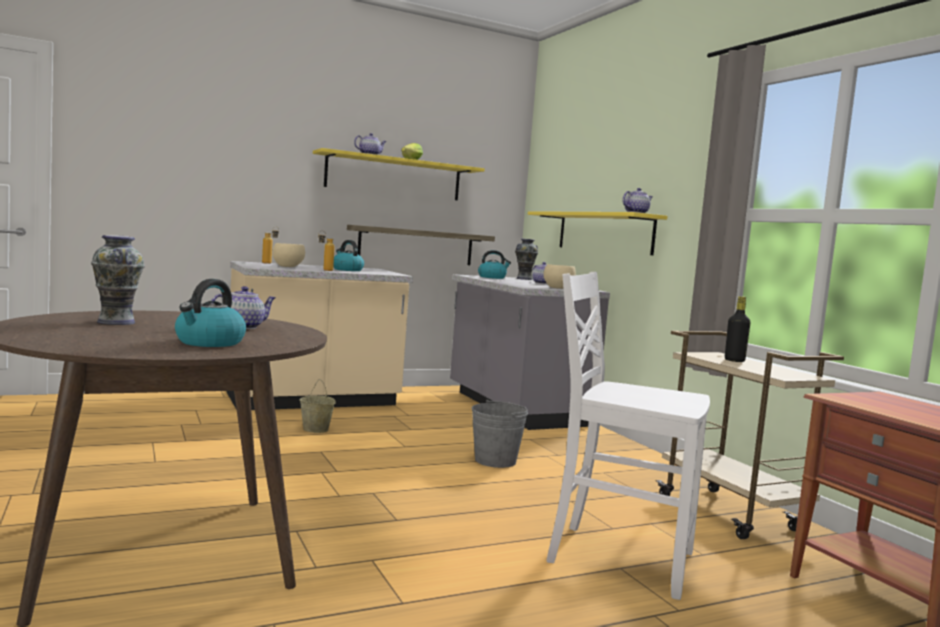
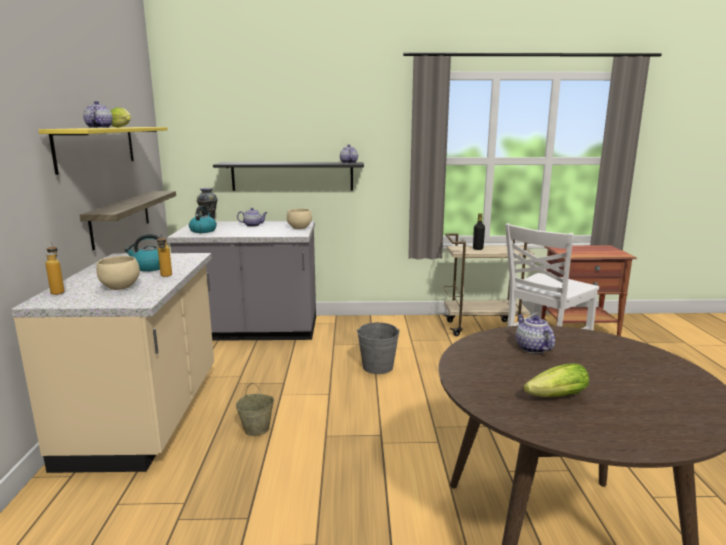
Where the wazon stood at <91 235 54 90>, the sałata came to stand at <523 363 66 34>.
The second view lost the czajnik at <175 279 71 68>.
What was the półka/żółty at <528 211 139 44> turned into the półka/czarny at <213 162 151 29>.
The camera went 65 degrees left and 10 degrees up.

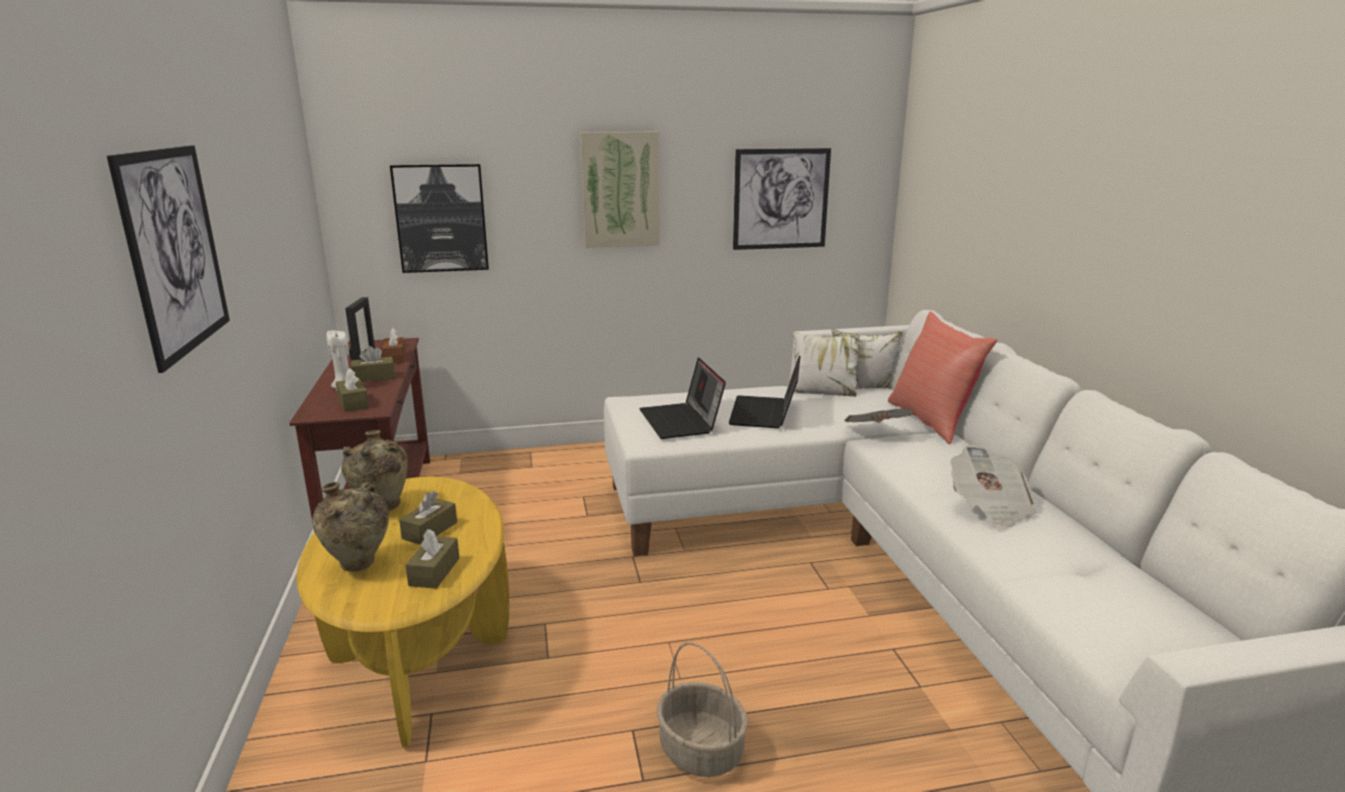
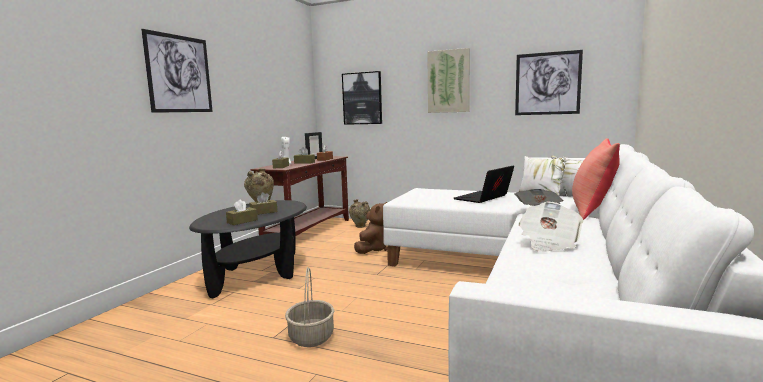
What was the ława/żółty at <296 477 213 270> turned into the ława/czarny at <189 200 118 98>.
The wazon/beżowy ended up elsewhere, having gone from <312 482 77 90> to <349 199 21 29>.
The second view lost the laptop at <639 358 87 81>.
The second view gained the pluszak/brązowy at <354 202 33 52>.
The camera went 35 degrees right and 10 degrees down.

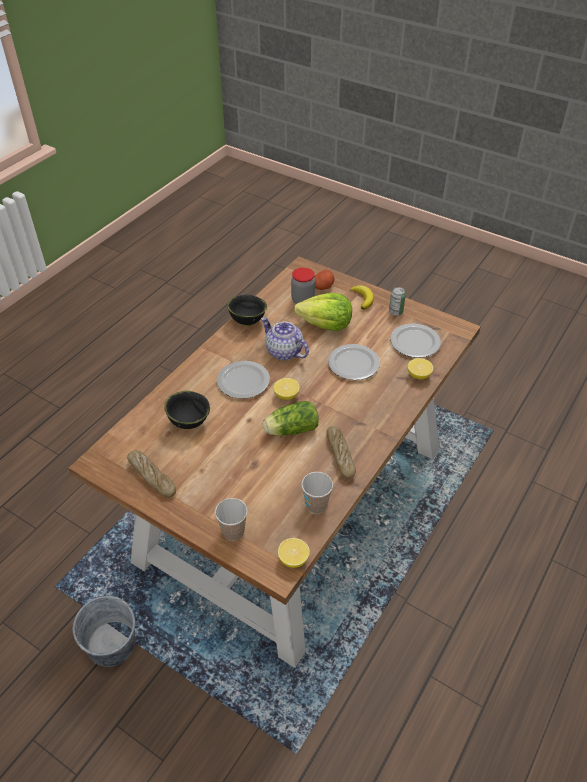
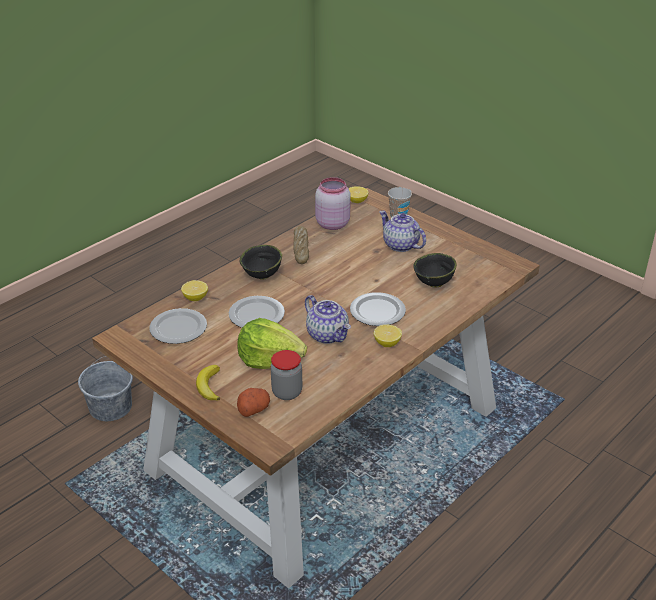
The wiadro/szary ended up elsewhere, having gone from <72 596 63 71> to <78 356 55 65>.
The second view lost the chleb at <127 450 49 48>.
The miska/czarny ended up elsewhere, having gone from <227 295 40 31> to <240 245 42 34>.
The second view lost the sałata at <263 401 56 35>.
The cytryna ended up elsewhere, having gone from <274 378 26 22> to <374 325 28 22>.
Where the filiżanka stood at <301 472 32 42>, the słoik/różowy came to stand at <315 177 36 53>.
The second view lost the puszka at <389 287 17 29>.
The second view gained the imbryk at <379 211 47 41>.
The camera went 170 degrees left and 10 degrees down.

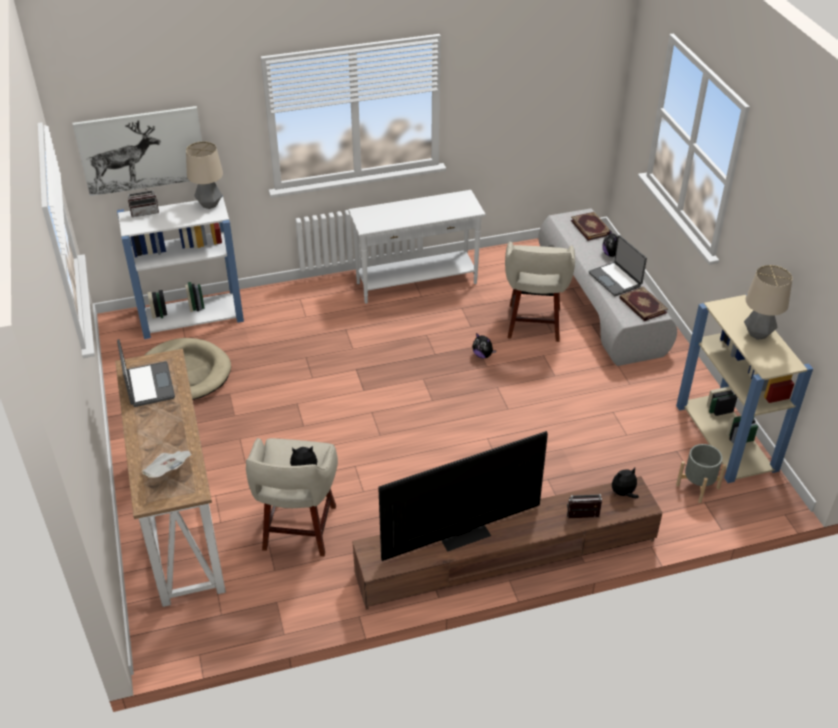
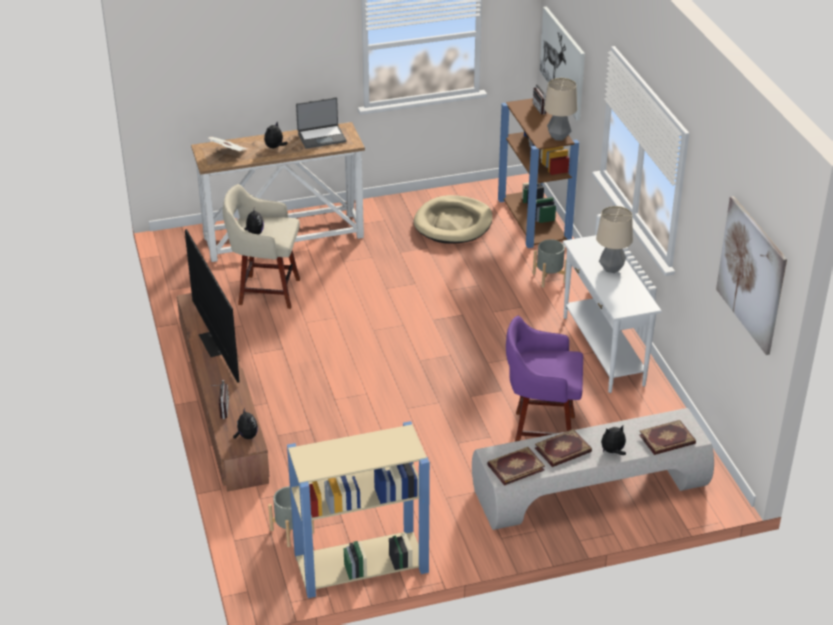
What was the regał/biały at <117 195 127 144> turned into the regał/brązowy at <498 98 81 150>.
The pluszak ended up elsewhere, having gone from <472 333 25 25> to <264 122 24 26>.
What was the stołek/beżowy at <505 241 70 101> turned into the stołek/fioletowy at <506 316 77 126>.
Where the laptop stood at <588 235 59 61>, the książka came to stand at <535 429 57 38>.
The lampa stołowa ended up elsewhere, having gone from <744 265 49 75> to <596 206 37 67>.
The second view gained the donica/szary at <533 239 33 49>.
The second view gained the obraz at <716 196 71 159>.
The camera went 90 degrees right and 5 degrees down.

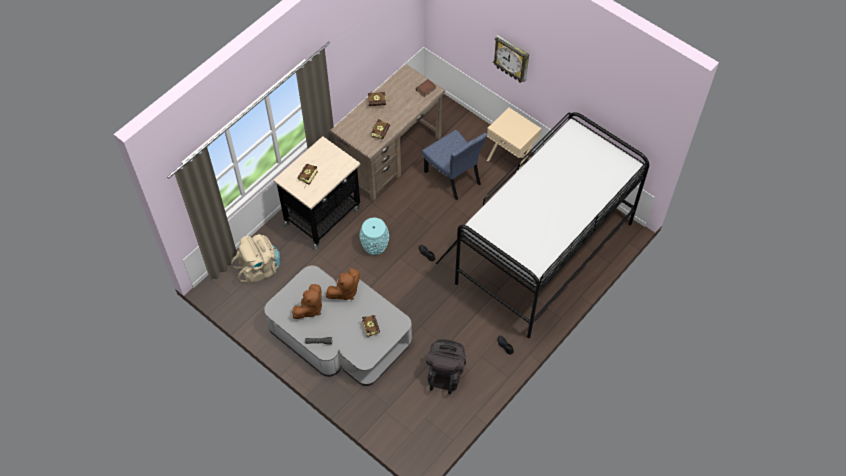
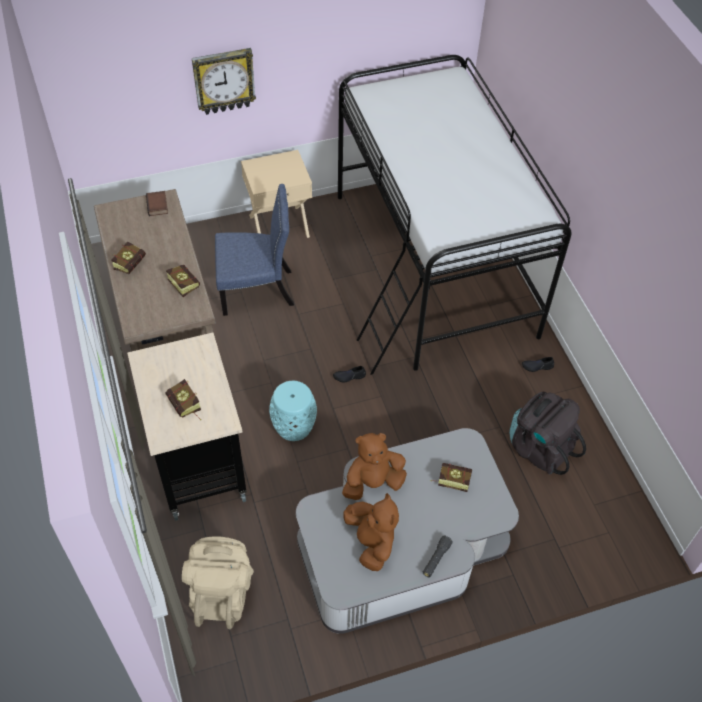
The pluszak/brązowy at <326 268 34 32> ended up facing another way, 105 degrees counterclockwise from before.
The camera went 60 degrees left and 5 degrees down.

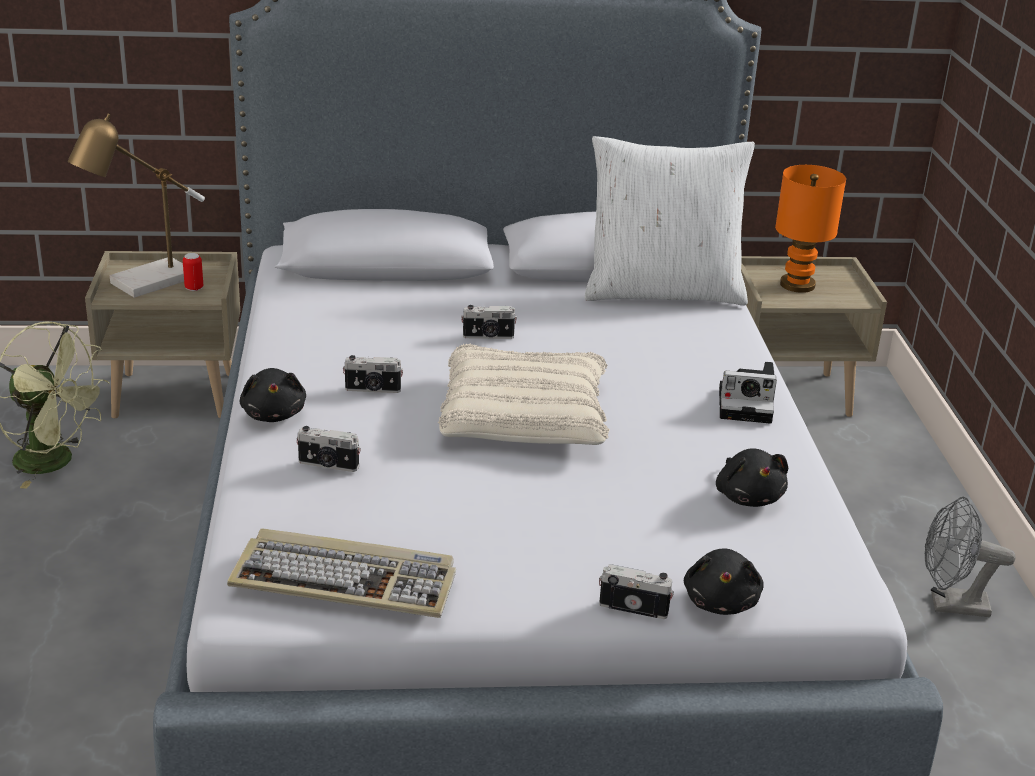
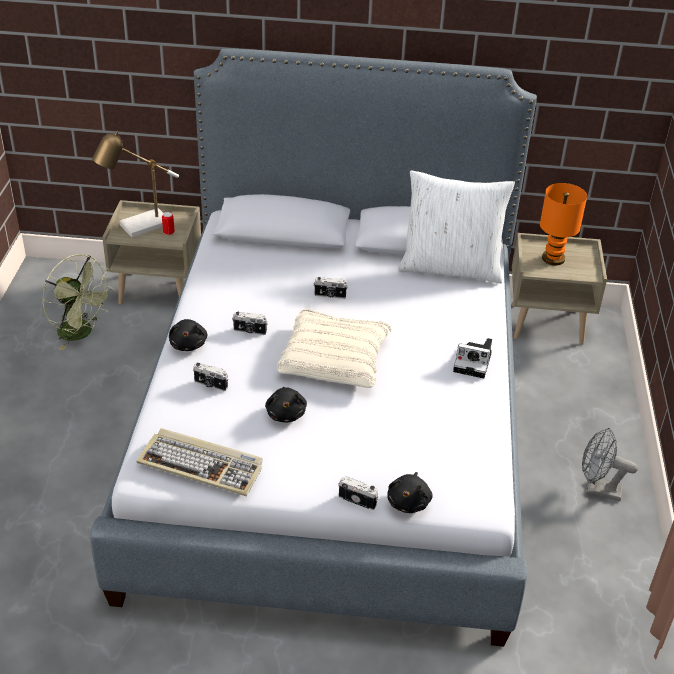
The pluszak/czarny ended up elsewhere, having gone from <716 448 72 59> to <265 387 42 35>.
The camera went 10 degrees right and 10 degrees up.

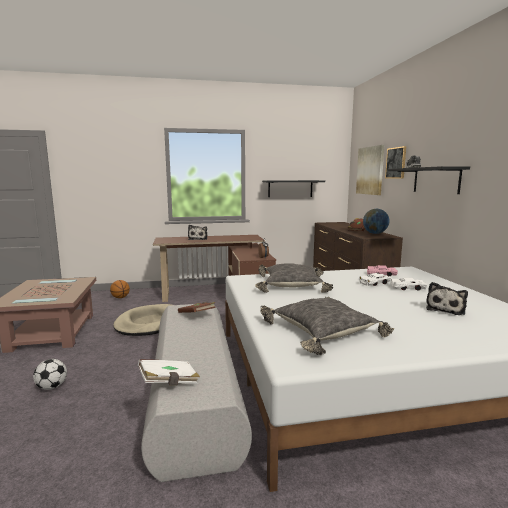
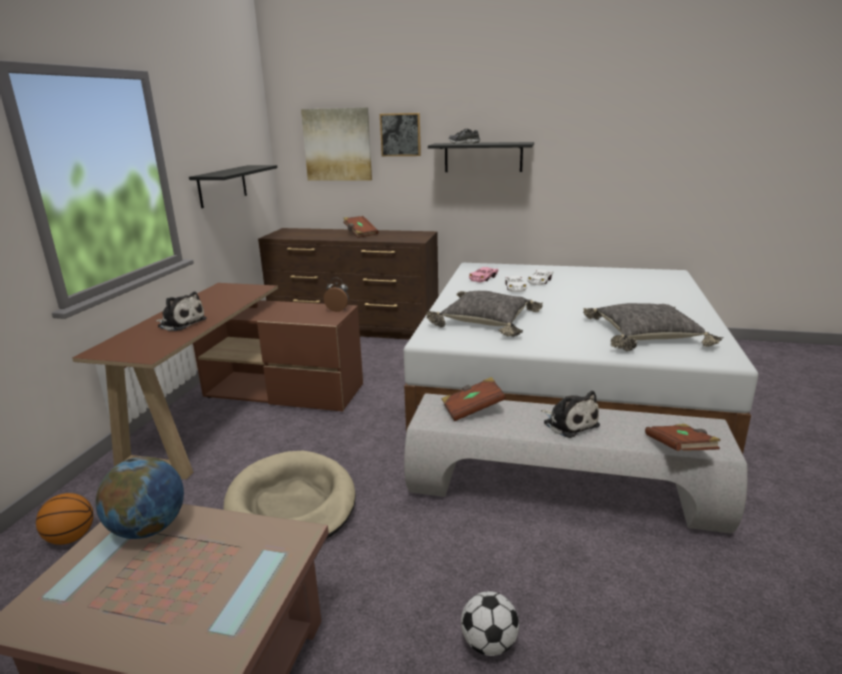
What was the książka/biały at <138 359 62 26> turned into the książka/brązowy at <645 424 76 27>.
The globus ended up elsewhere, having gone from <363 209 26 25> to <95 456 89 83>.
The pluszak ended up elsewhere, having gone from <426 282 42 33> to <541 391 59 47>.
The camera went 65 degrees left and 10 degrees up.

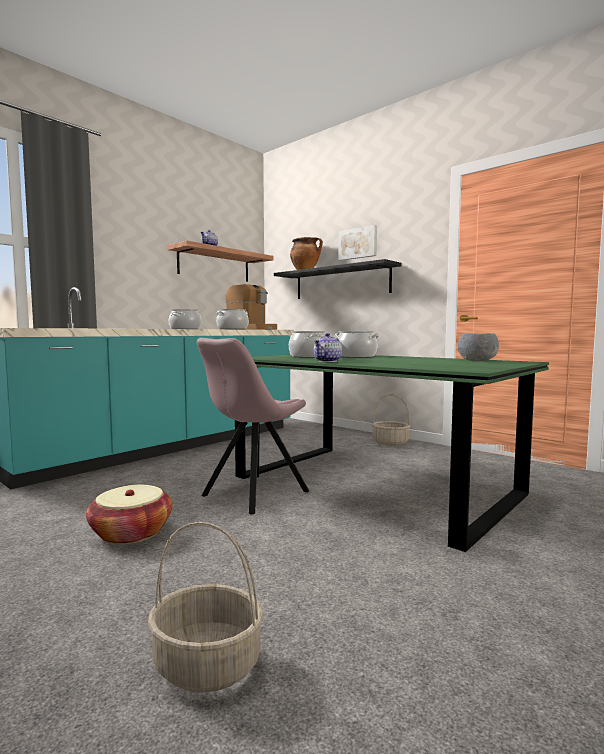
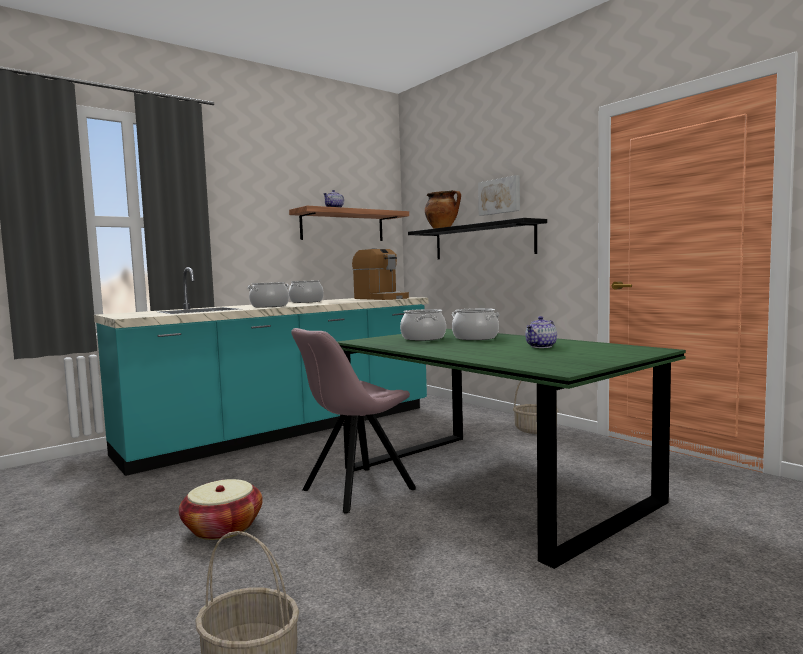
The garnek ended up elsewhere, having gone from <216 309 33 20> to <247 282 42 26>.
The imbryk ended up elsewhere, having gone from <314 333 28 29> to <525 316 32 32>.
The second view lost the miska/szary at <458 333 41 28>.
The camera went 10 degrees right and 0 degrees up.

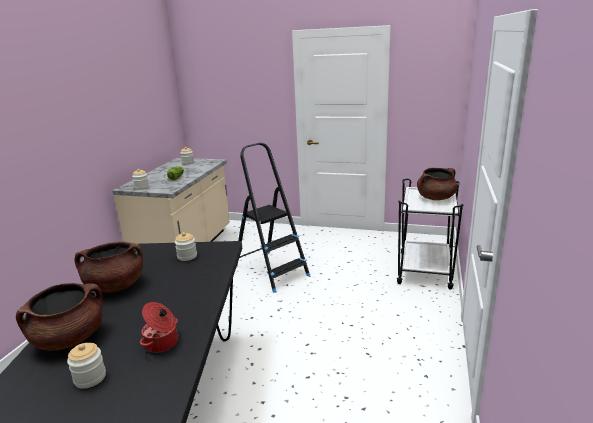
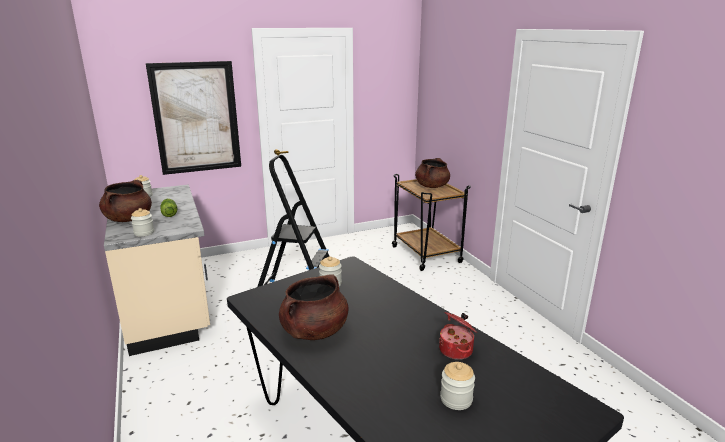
The garnek/brązowy ended up elsewhere, having gone from <16 283 86 68> to <99 180 53 42>.
What was the wózek/biały at <397 179 67 111> turned into the wózek/brązowy at <392 174 79 97>.
The second view gained the obraz at <146 61 95 114>.
The camera went 40 degrees left and 0 degrees up.

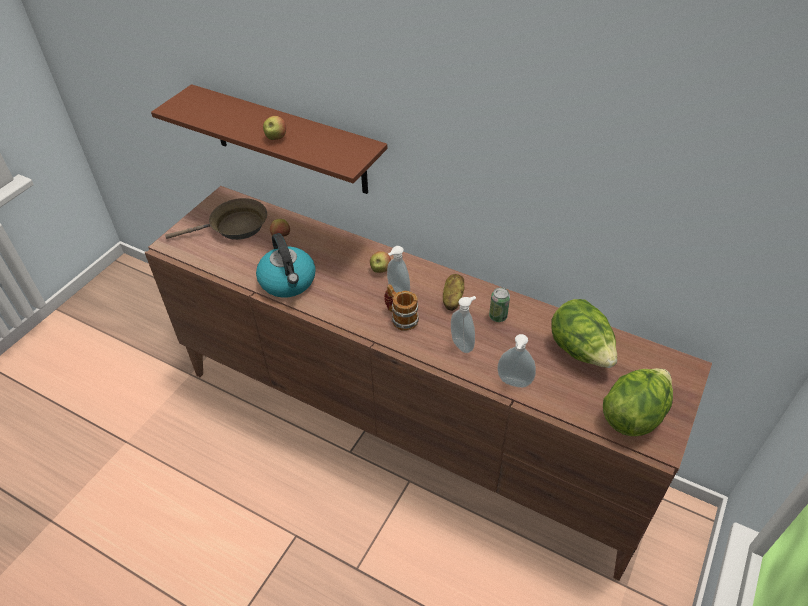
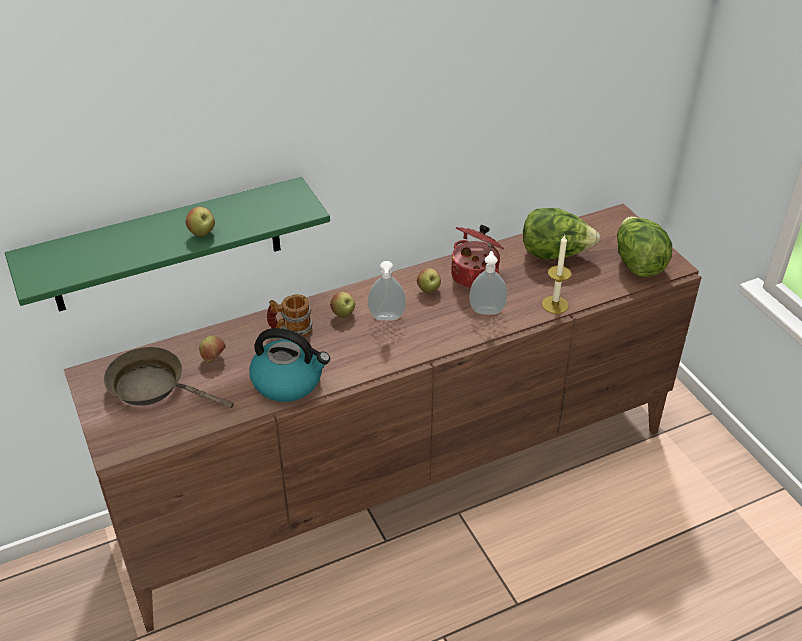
What was the półka/brązowy at <151 84 236 110> turned into the półka/zielony at <5 177 325 134>.
The patelnia/brązowy at <165 198 102 42> ended up facing another way, 90 degrees counterclockwise from before.
The kubek ended up elsewhere, having gone from <384 284 35 47> to <267 294 46 43>.
Where the ziemniak stood at <443 274 21 37>, the jabłko came to stand at <417 268 24 25>.
Where the puszka stood at <489 287 21 35>, the garnek came to stand at <451 225 53 64>.
Where the dozownik mydła stood at <497 334 39 54>, the świeca came to stand at <542 235 29 79>.
The camera went 55 degrees left and 5 degrees down.

